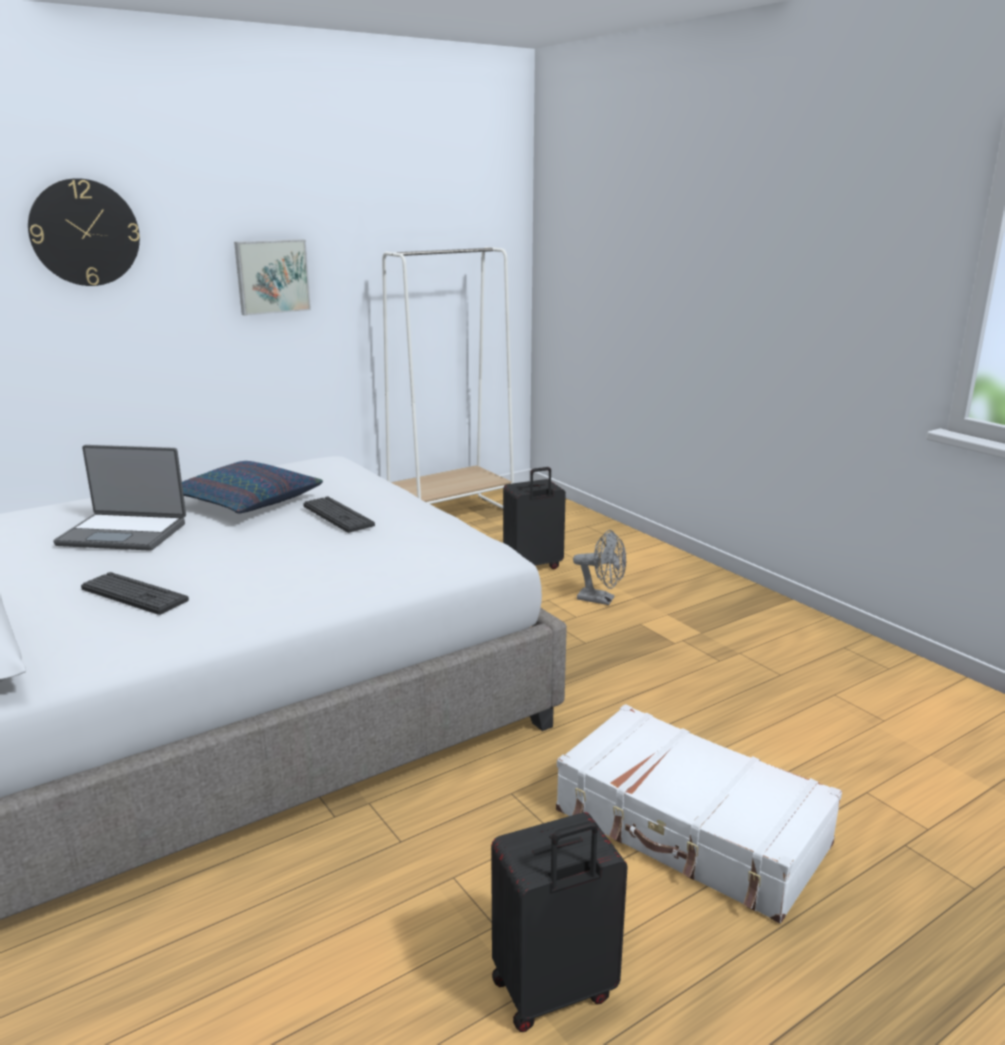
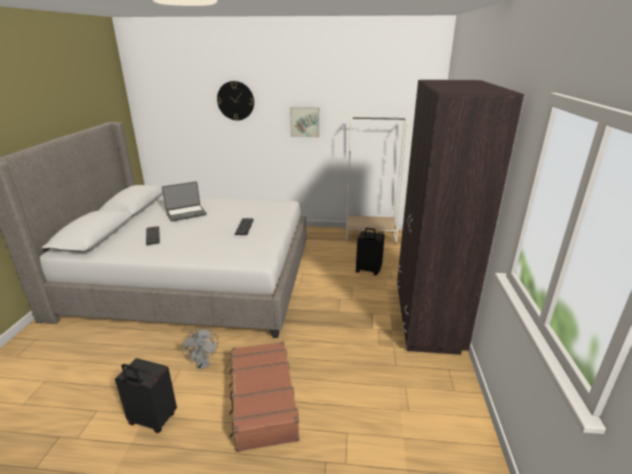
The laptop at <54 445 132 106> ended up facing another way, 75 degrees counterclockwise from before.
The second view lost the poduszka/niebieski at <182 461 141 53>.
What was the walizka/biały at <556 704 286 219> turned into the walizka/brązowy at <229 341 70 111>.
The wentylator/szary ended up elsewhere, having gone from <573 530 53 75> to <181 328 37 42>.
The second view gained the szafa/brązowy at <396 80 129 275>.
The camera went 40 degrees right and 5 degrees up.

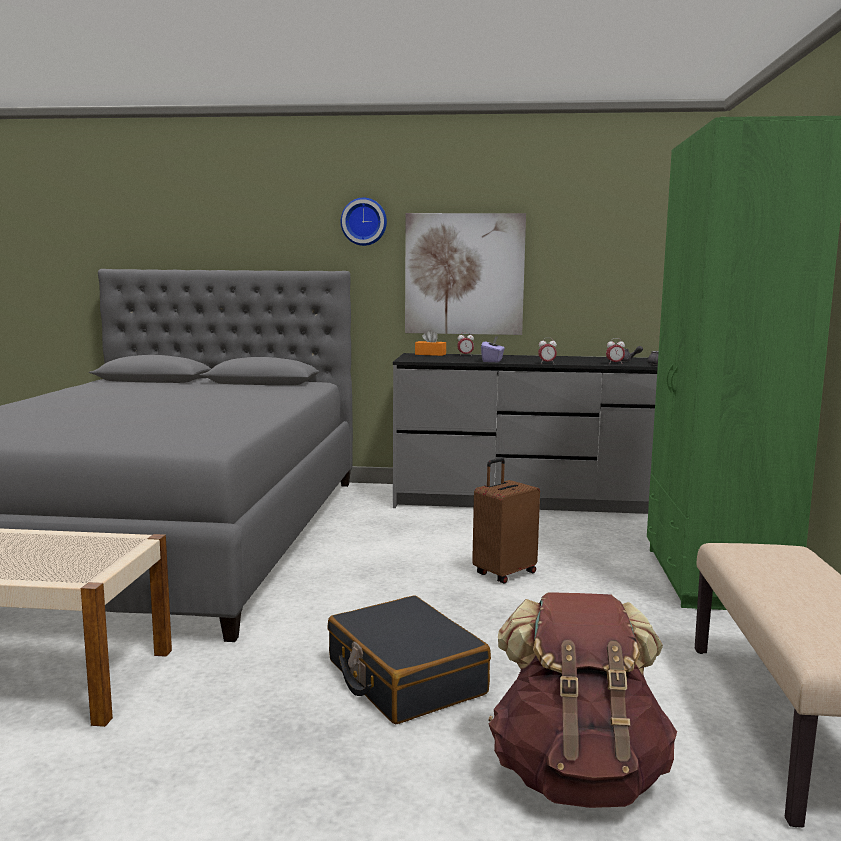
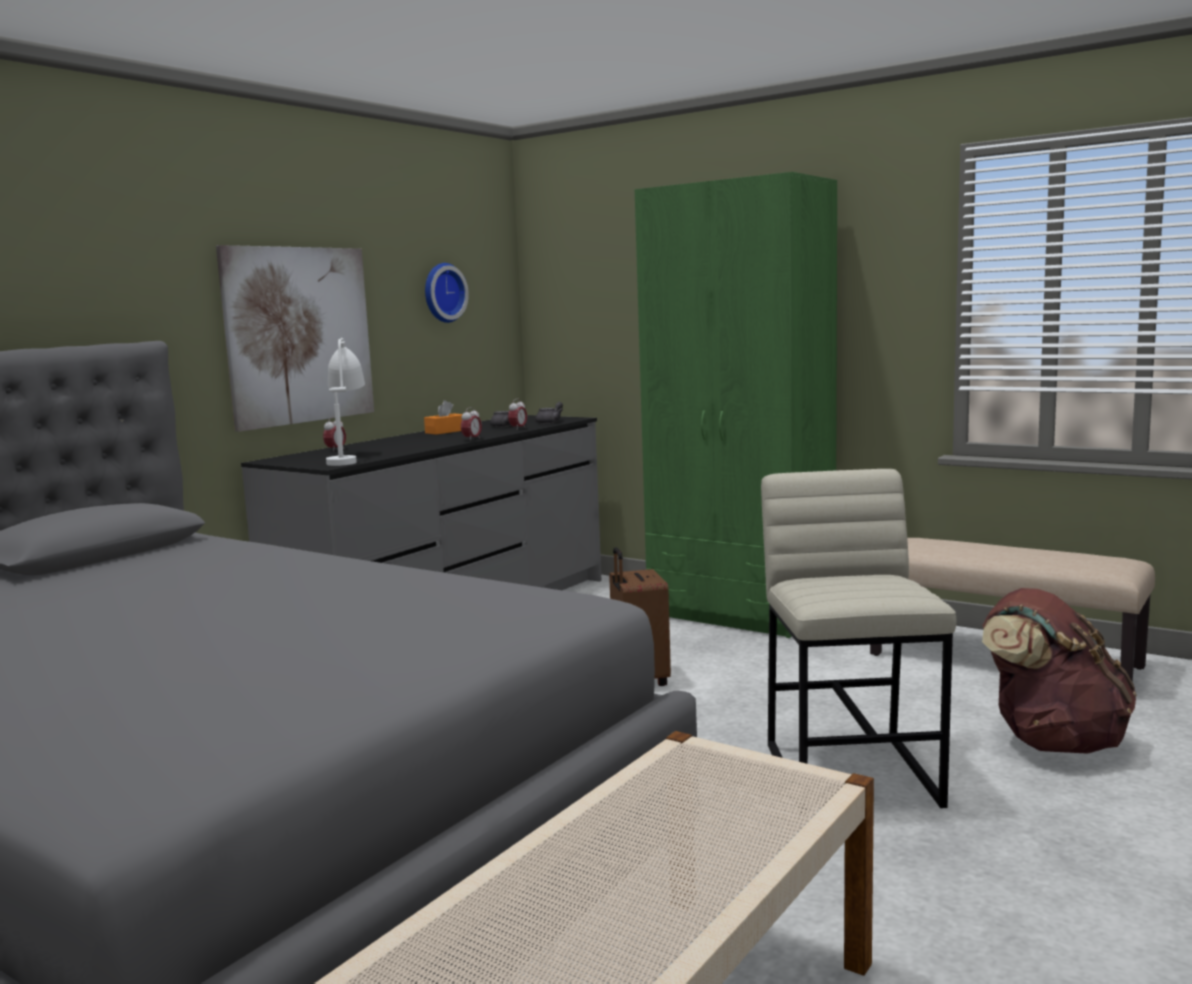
Where the walizka/czarny stood at <327 595 164 129>, the krzesło/beżowy came to stand at <761 469 195 345>.
The zegar ścienny ended up elsewhere, having gone from <341 197 46 49> to <425 263 44 60>.
The pudełko chusteczek/pomarańczowy ended up elsewhere, having gone from <415 330 31 26> to <424 400 38 35>.
The second view lost the pudełko chusteczek/fioletowy at <481 336 24 26>.
The second view gained the lampa stołowa/biały at <326 338 39 128>.
The camera went 60 degrees left and 0 degrees up.

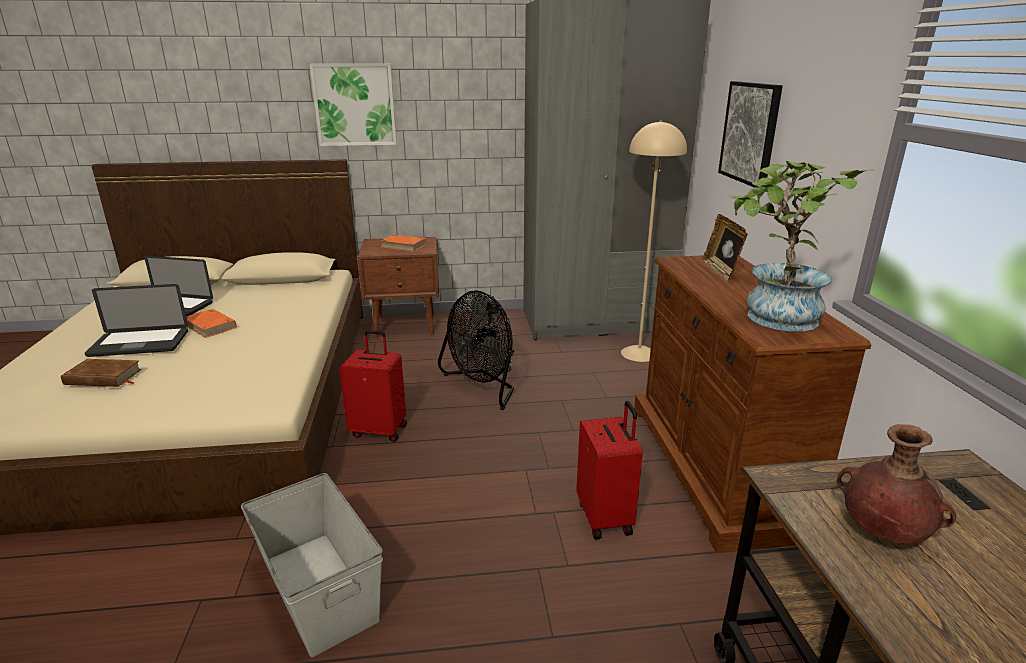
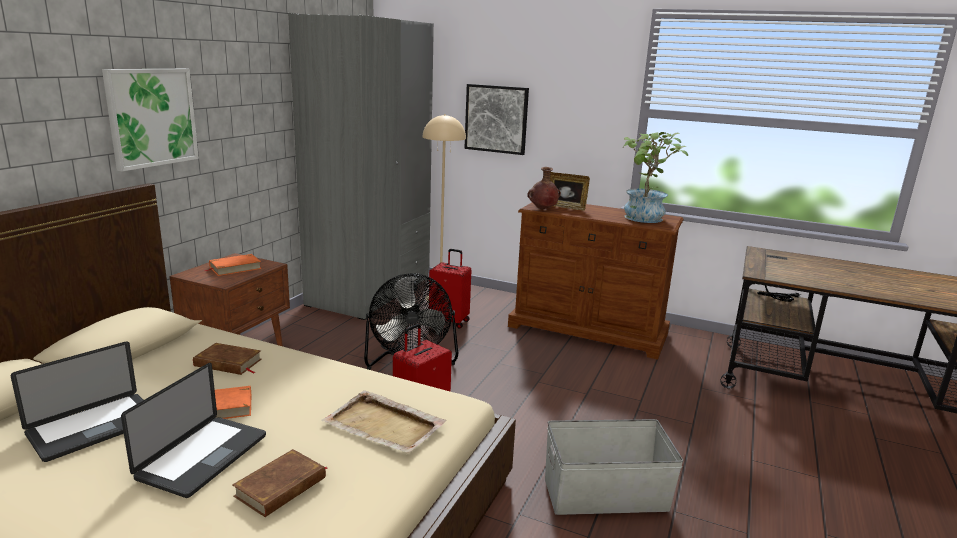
The walizka/czerwony ended up elsewhere, having gone from <576 401 67 139> to <429 249 42 79>.
The wazon/brązowy ended up elsewhere, having gone from <837 424 120 120> to <527 167 34 42>.
The second view gained the książka/brązowy at <193 343 69 32>.
The second view gained the taca/beżowy at <321 390 126 63>.
The camera went 60 degrees left and 5 degrees down.

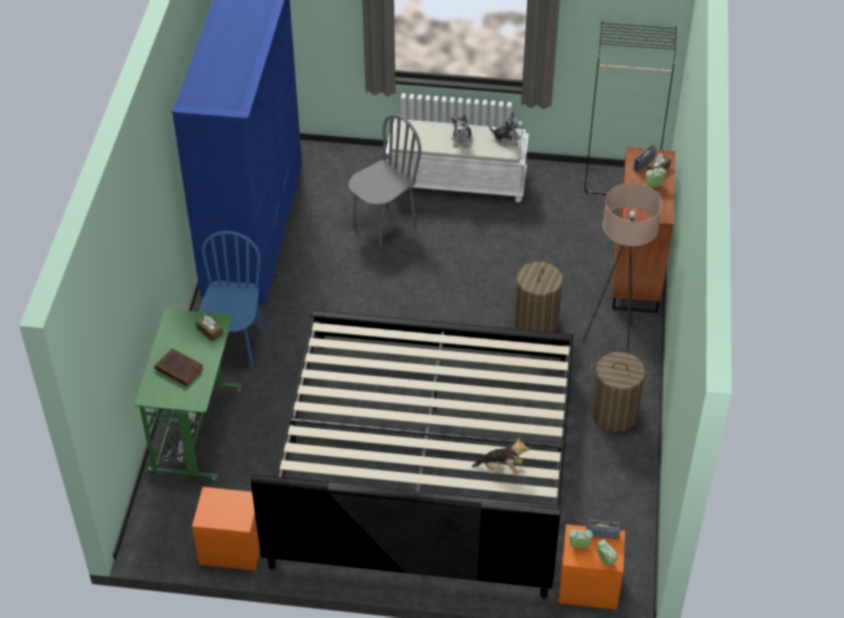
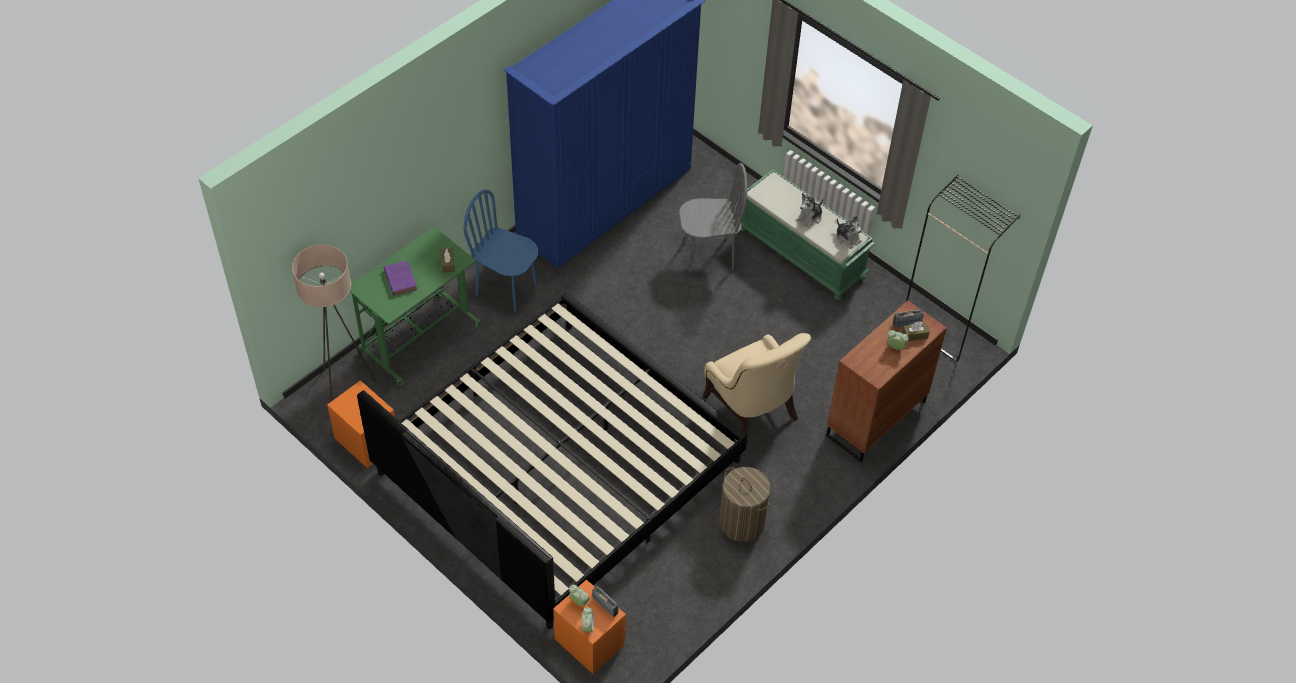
What was the książka/brązowy at <155 348 49 38> turned into the książka/fioletowy at <384 260 33 36>.
The krzesło/niebieski at <198 231 65 137> ended up facing another way, 105 degrees counterclockwise from before.
What was the ławka/biały at <386 119 143 84> turned into the ławka/zielony at <740 169 135 131>.
The second view lost the pluszak at <472 437 57 37>.
Where the kosz na pranie stood at <514 261 49 71>, the krzesło/beżowy came to stand at <703 333 108 112>.
The lampa stojąca/beżowy ended up elsewhere, having gone from <582 183 81 171> to <292 245 84 157>.
The camera went 35 degrees right and 5 degrees up.

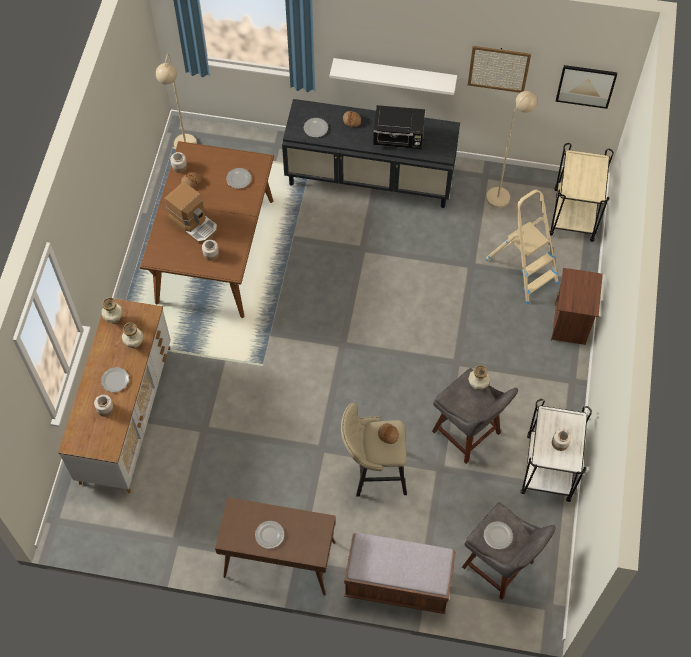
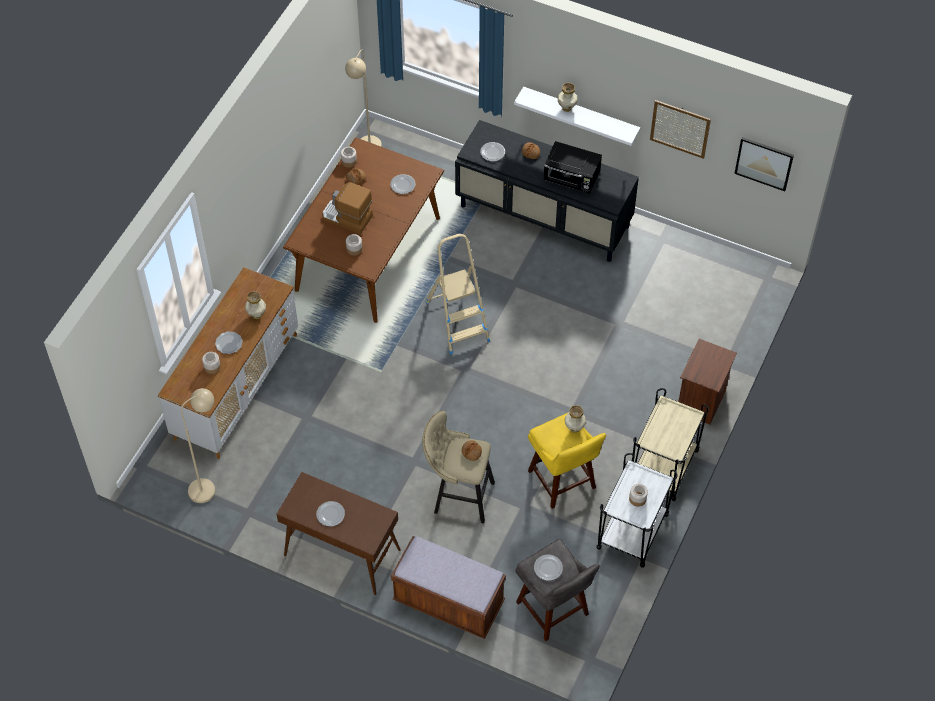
The wazon ended up elsewhere, having gone from <101 297 22 27> to <558 83 20 29>.
The ekspres do kawy at <165 182 53 62> ended up facing another way, 150 degrees clockwise from before.
What was the stołek/szary at <432 368 86 96> turned into the stołek/żółty at <528 412 78 97>.
The drabinka/beżowy ended up elsewhere, having gone from <485 190 74 115> to <426 234 64 120>.
The lampa stojąca/beżowy ended up elsewhere, having gone from <486 91 51 117> to <181 388 34 115>.
The wózek/beżowy ended up elsewhere, having gone from <550 143 64 99> to <632 388 77 113>.
The camera went 15 degrees right and 5 degrees down.

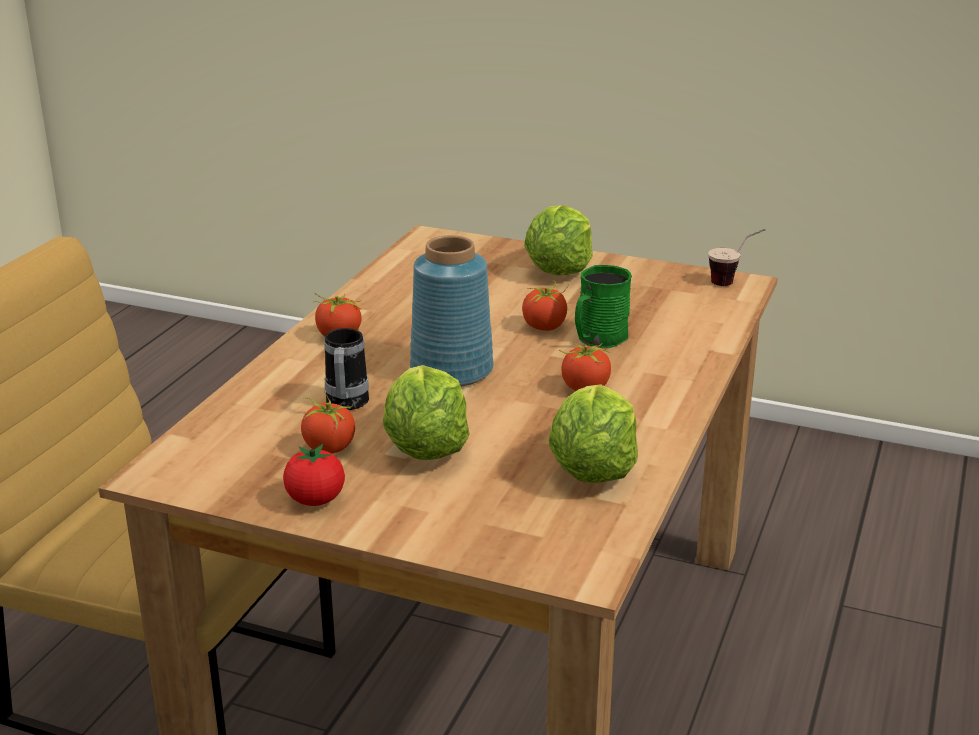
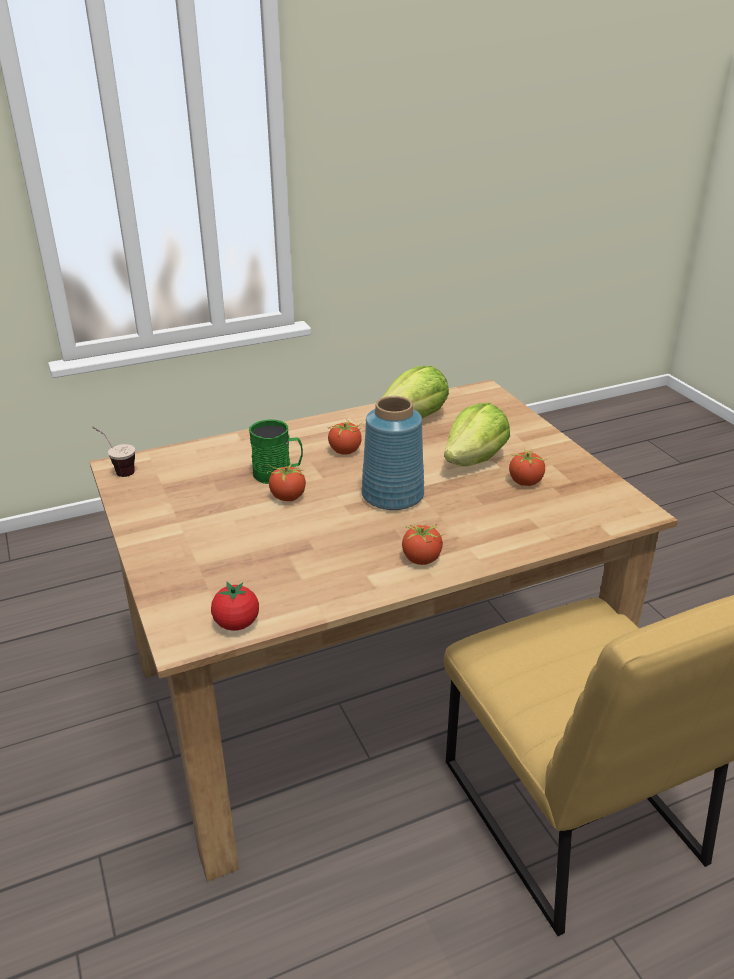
The pomidor ended up elsewhere, having gone from <283 444 62 62> to <211 582 48 49>.
The second view lost the kubek at <324 328 45 82>.
The second view lost the sałata at <524 205 69 70>.
The camera went 135 degrees left and 5 degrees up.

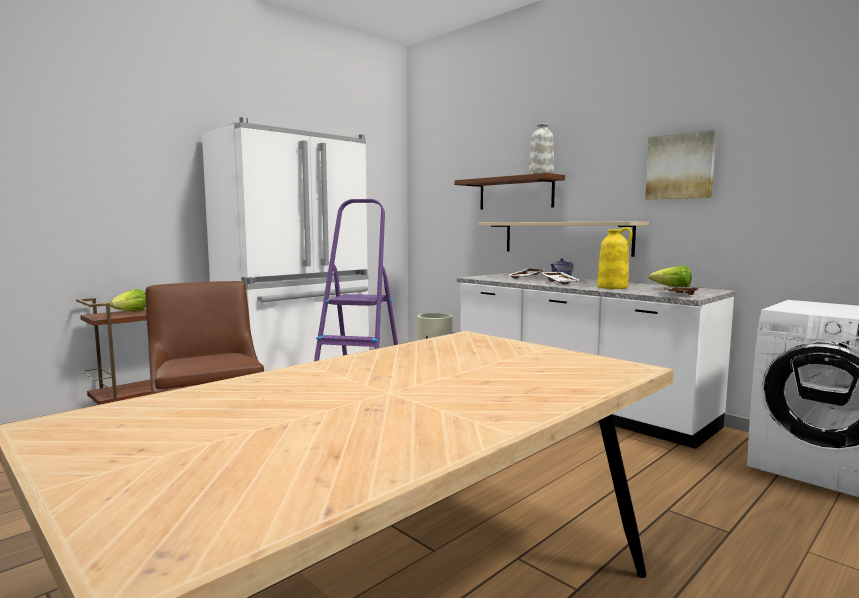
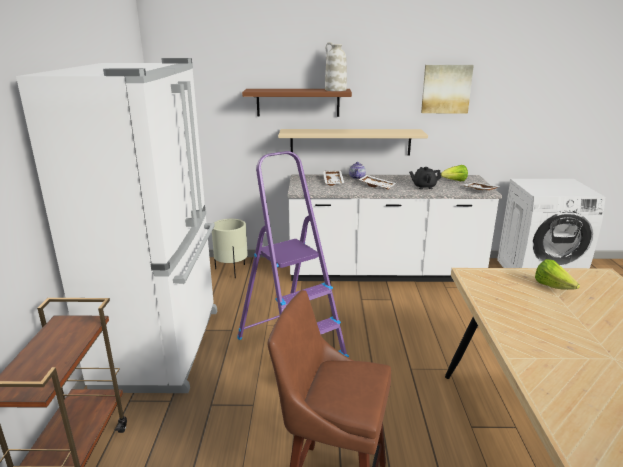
The sałata ended up elsewhere, having gone from <110 289 36 22> to <535 259 45 31>.
Where the wazon/żółty stood at <597 227 35 62>, the imbryk/czarny came to stand at <409 167 32 22>.
The camera went 45 degrees left and 15 degrees up.

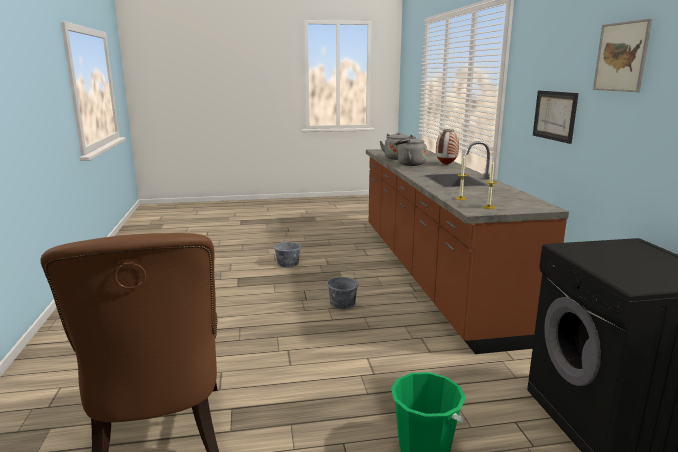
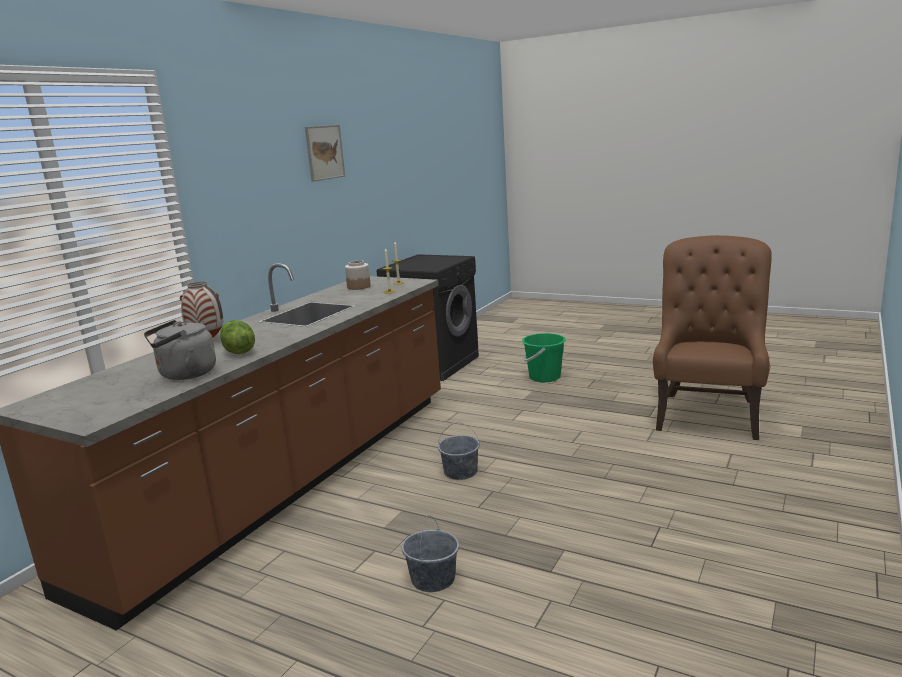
Where the czajnik/szary stood at <394 136 33 30>, the sałata came to stand at <220 320 35 34>.
The second view lost the obraz at <533 91 46 53>.
The second view gained the słoik at <345 260 26 30>.
The camera went 140 degrees left and 0 degrees up.

